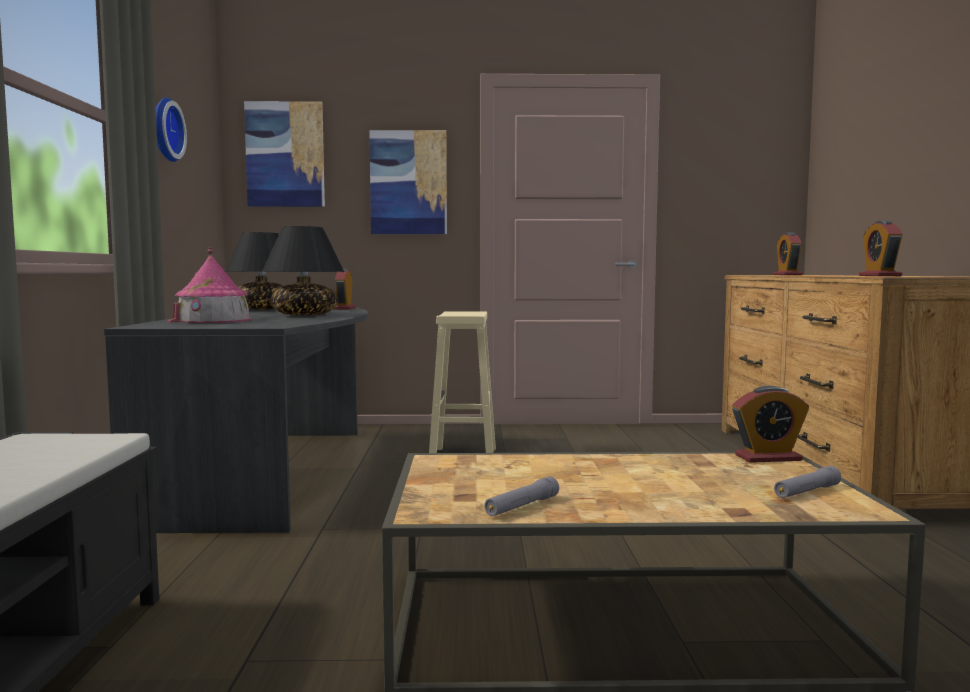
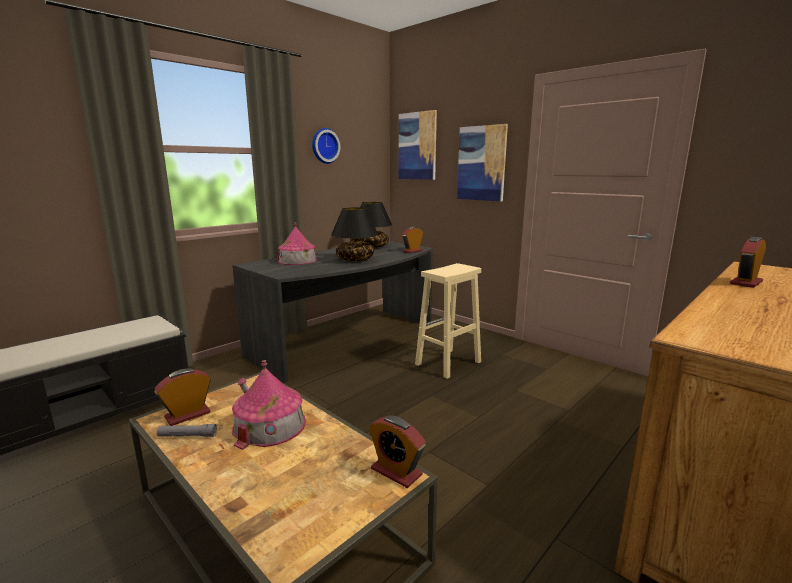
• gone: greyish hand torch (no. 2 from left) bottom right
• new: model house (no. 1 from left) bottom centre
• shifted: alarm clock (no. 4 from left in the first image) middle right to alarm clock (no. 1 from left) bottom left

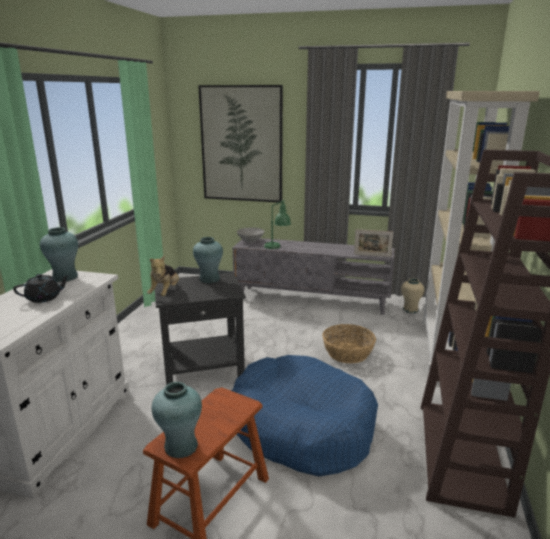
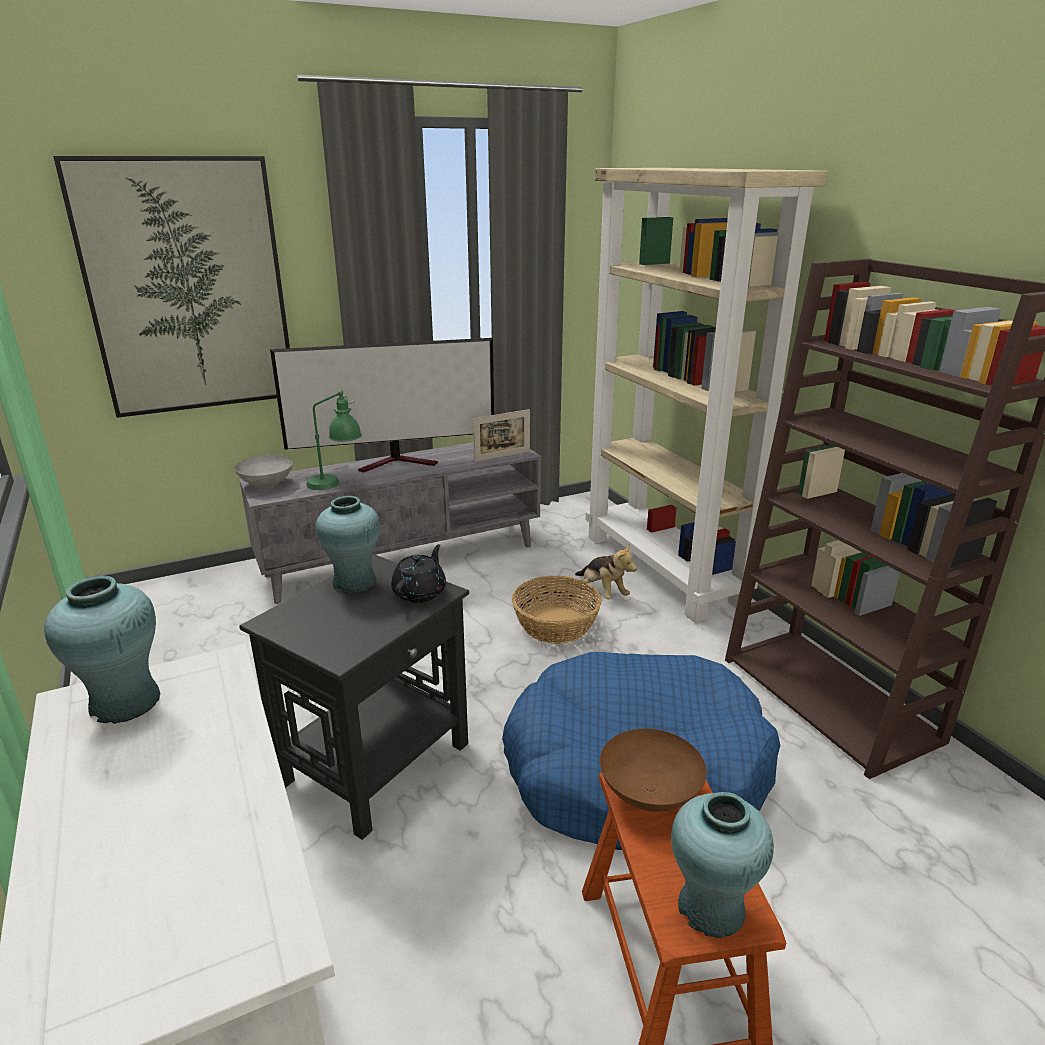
• gone: sand-coloured vase middle right
• new: TV centre
• new: brownish deep dish bottom centre
• shifted: blackish teapot middle left to centre
• shifted: cuddly toy middle left to centre

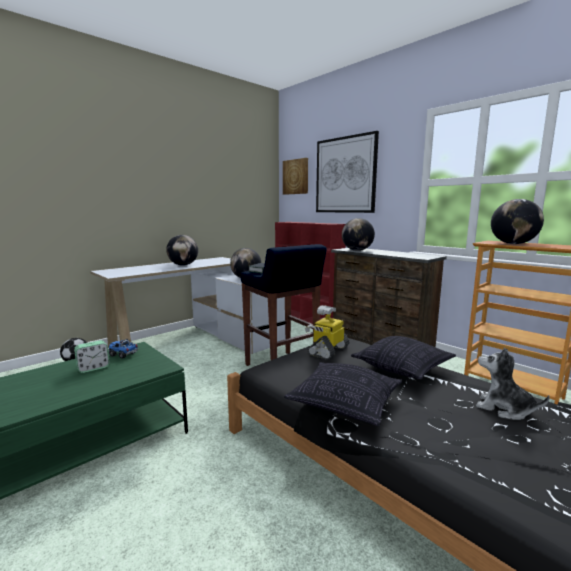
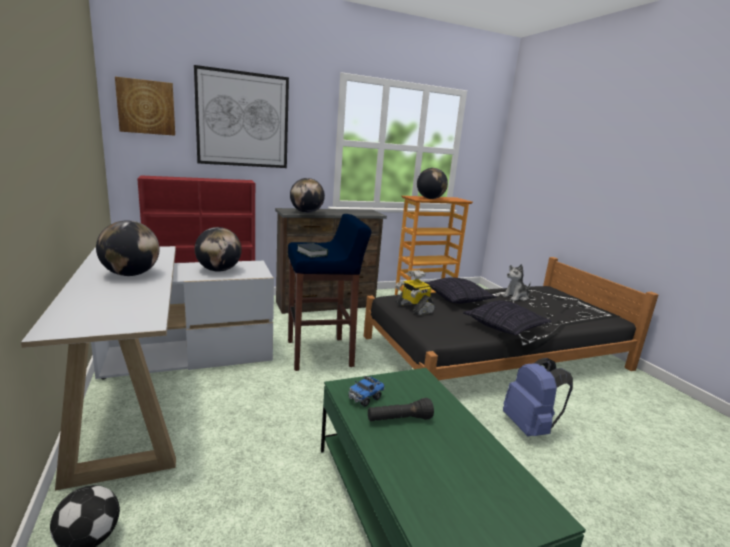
• new: blue-coloured rucksack bottom right
• swapped: alarm clock middle left to blackish hand torch bottom centre

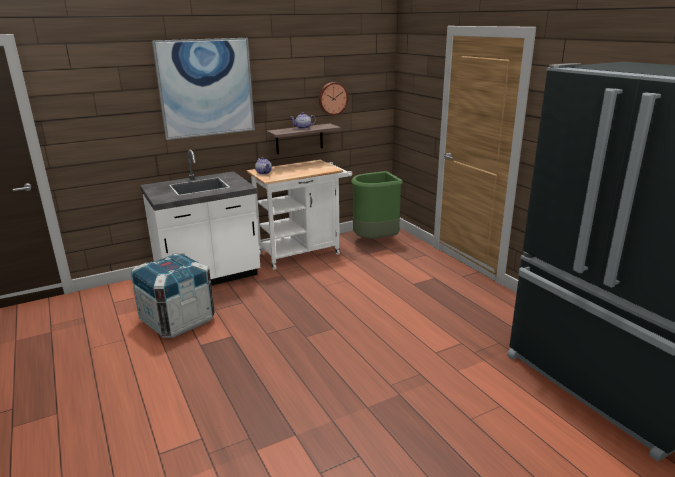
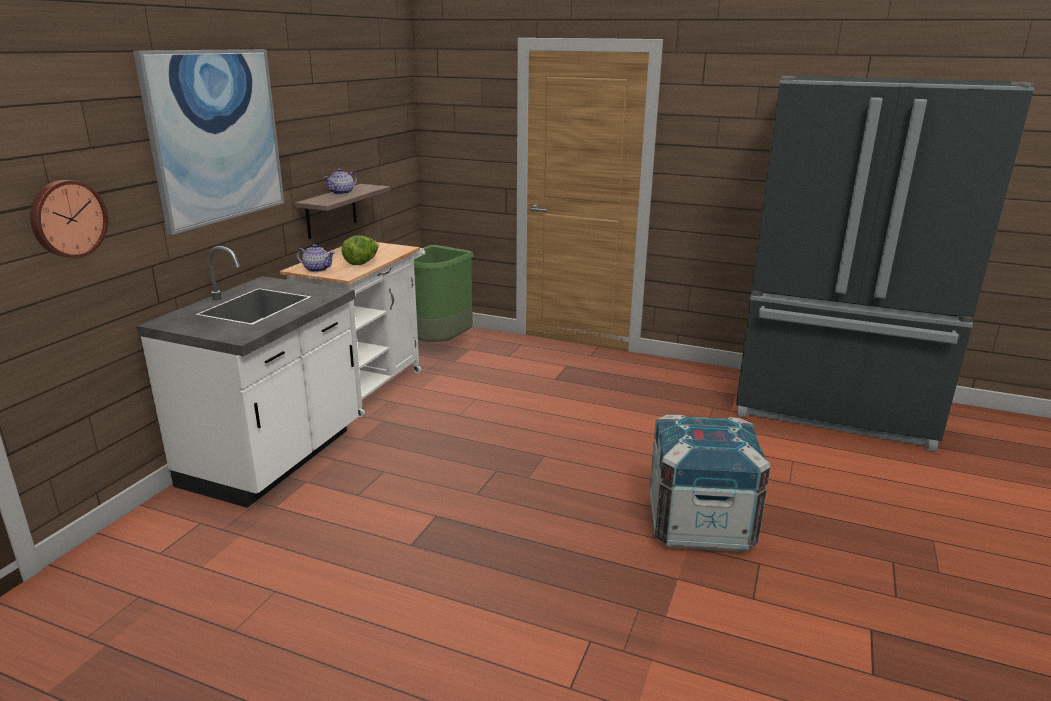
• new: head of lettuce centre
• shifted: shipping crate middle left to bottom right
• shifted: wall clock top centre to top left

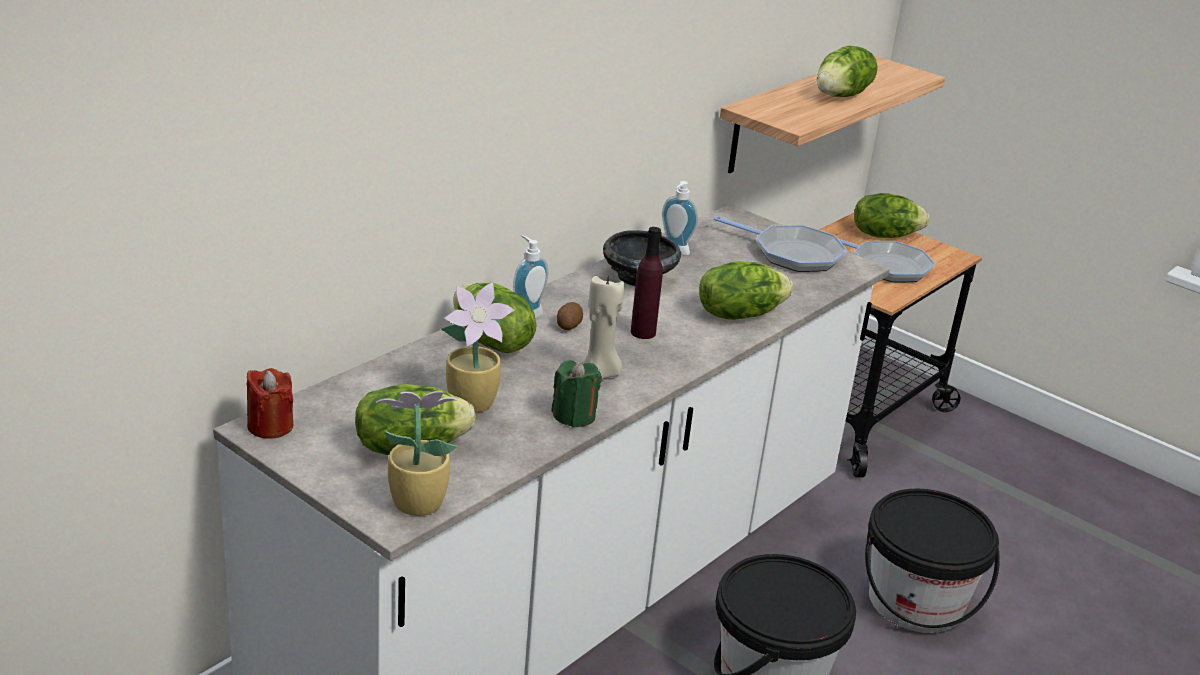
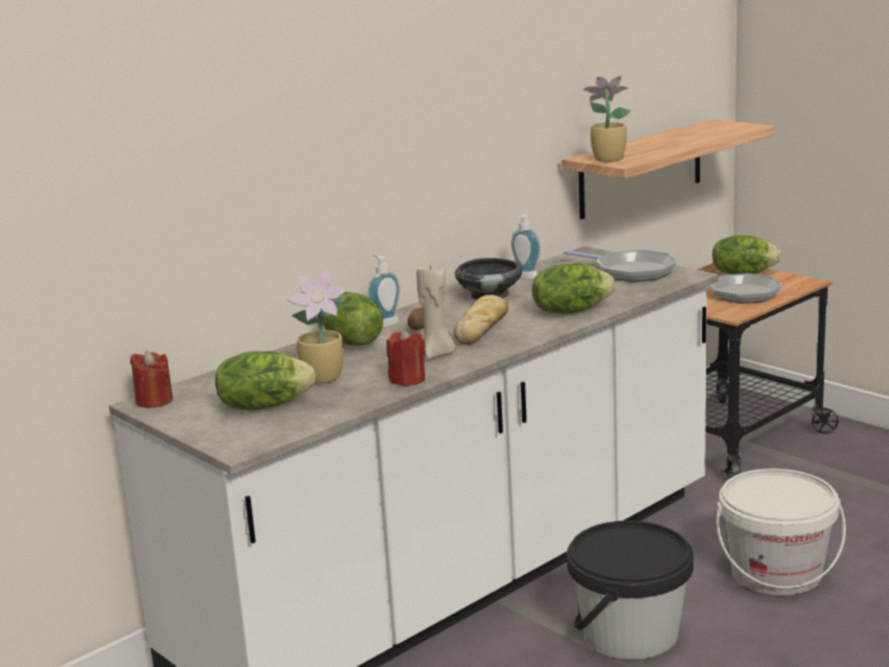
• gone: head of lettuce (no. 4 from left) top right
• shifted: plant in a pot (no. 1 from left in the first image) bottom centre to plant in a pot (no. 2 from left) top right
• swapped: purplish beverage bottle centre to bakery bread centre
• repainted: greenish wax candle centre to red-coloured wax candle (no. 2 from left) centre
• repainted: blackish bucket (no. 2 from left) bottom right to white bucket bottom right

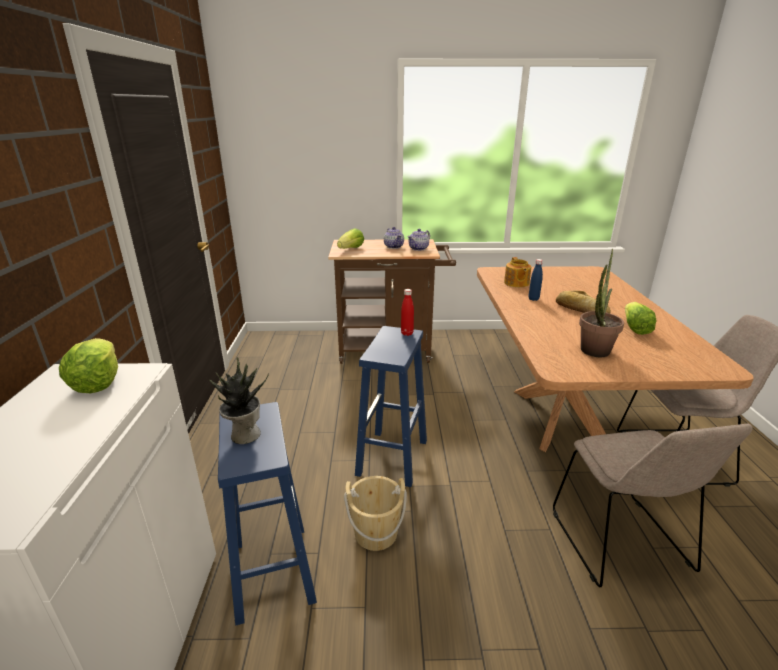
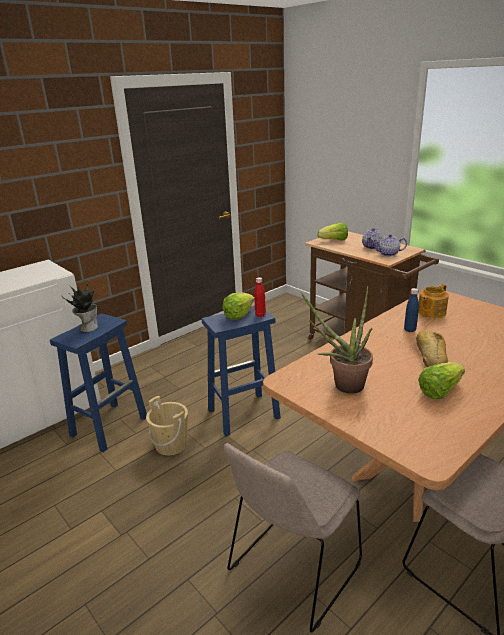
• shifted: head of lettuce (no. 1 from left) middle left to centre

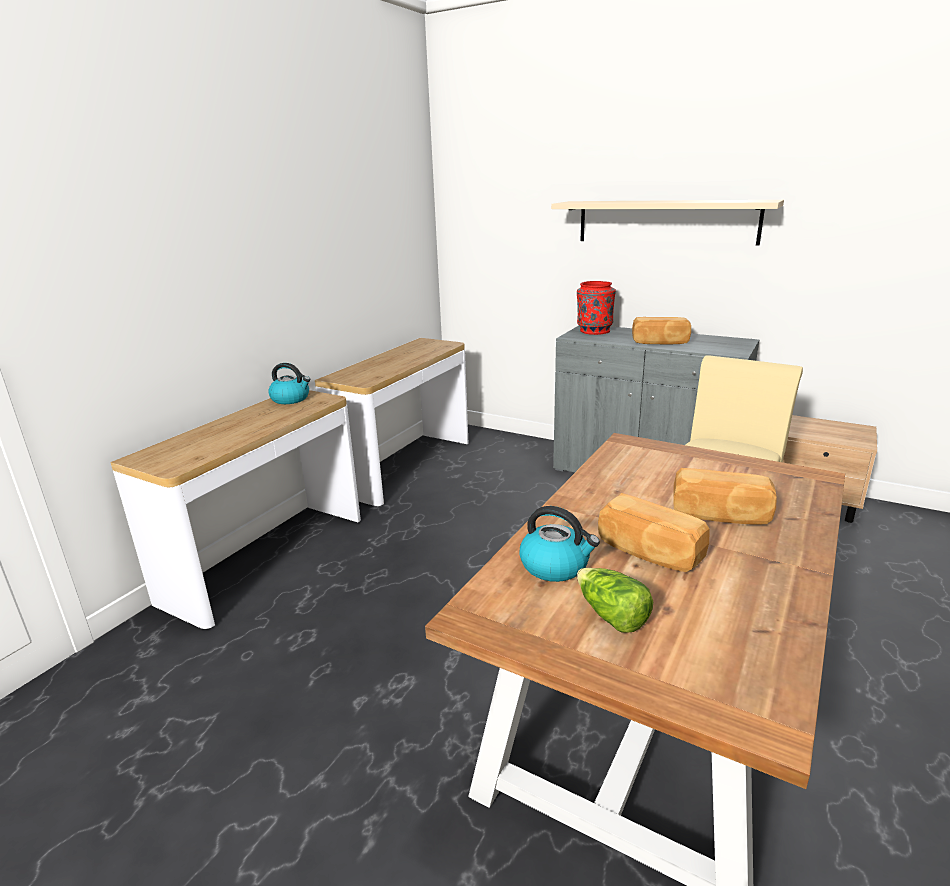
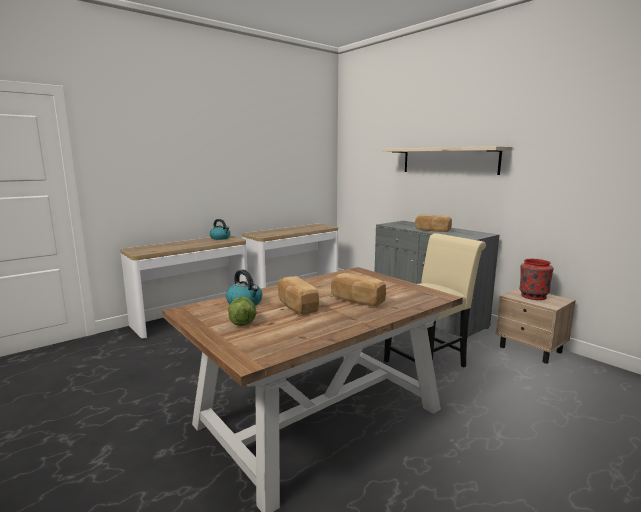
• shifted: red-coloured vase centre to middle right

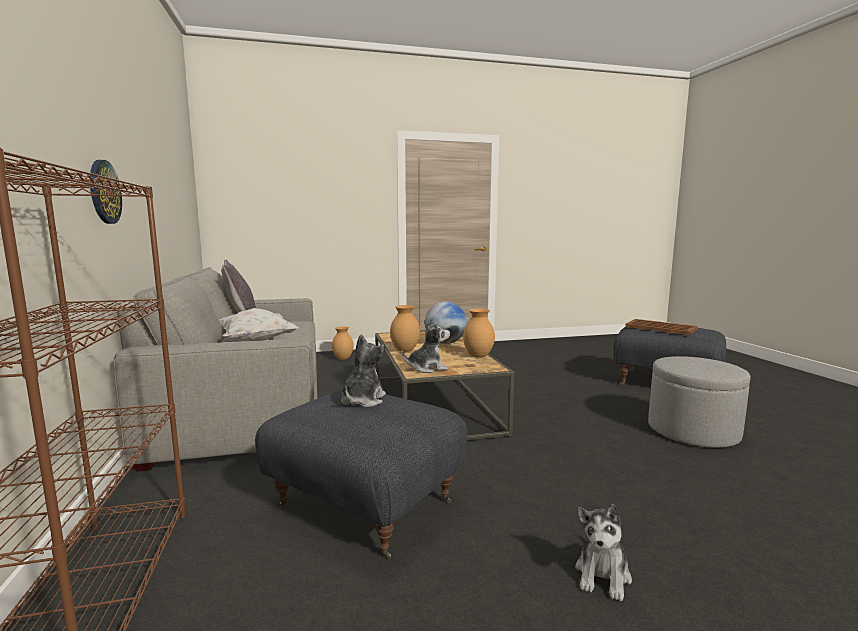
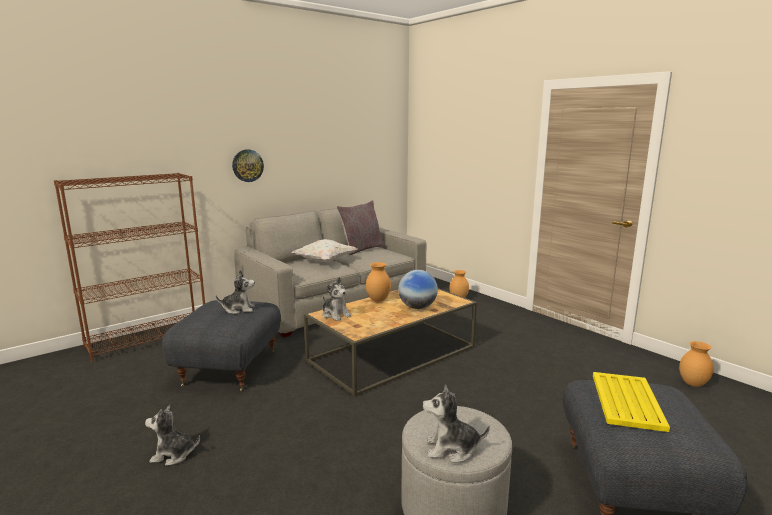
• new: cuddly toy (no. 4 from left) bottom centre
• shifted: brownish vase (no. 3 from left) centre to bottom right
• repainted: brownish carrying tray middle right to yellow-coloured carrying tray bottom right

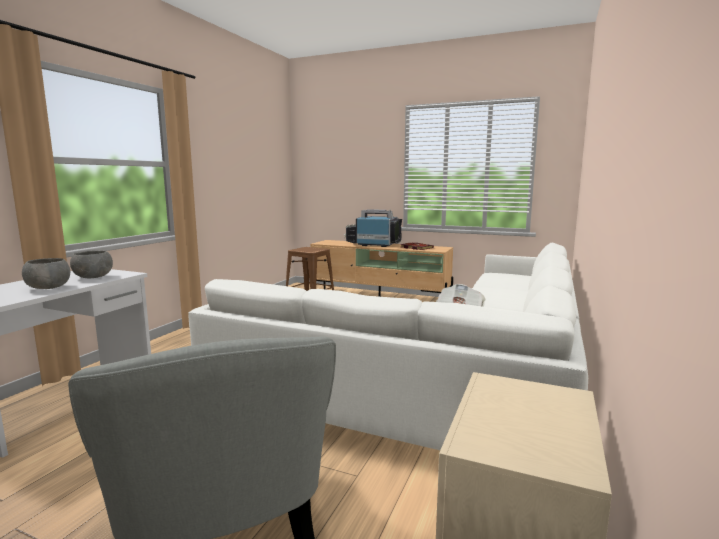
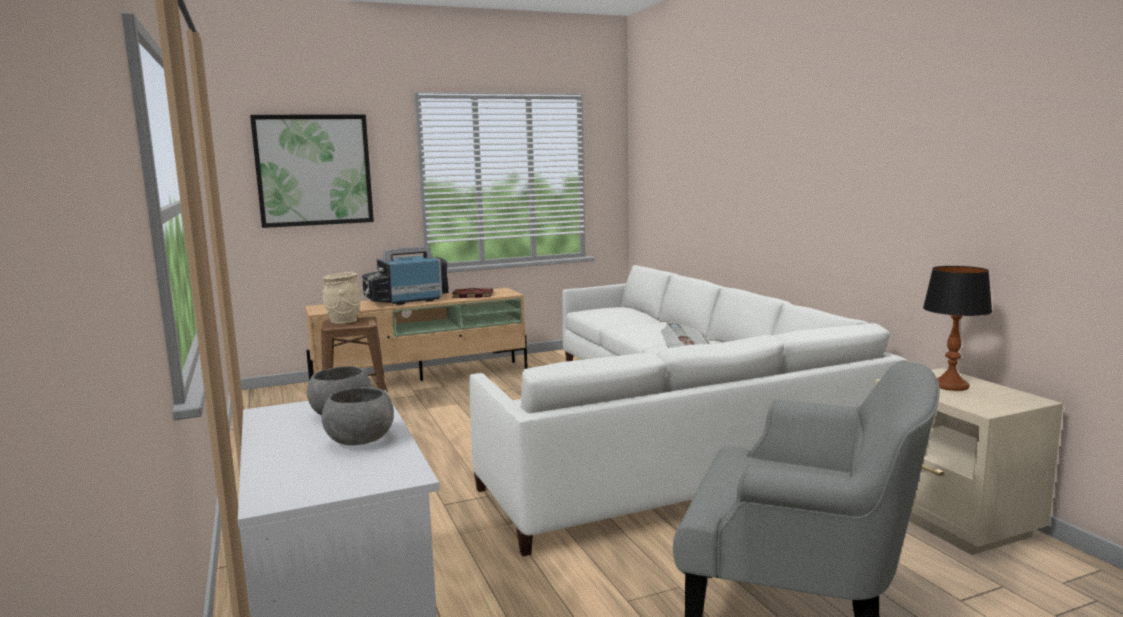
• new: picture top left
• new: sand-coloured vase middle left
• new: tabletop lamp middle right

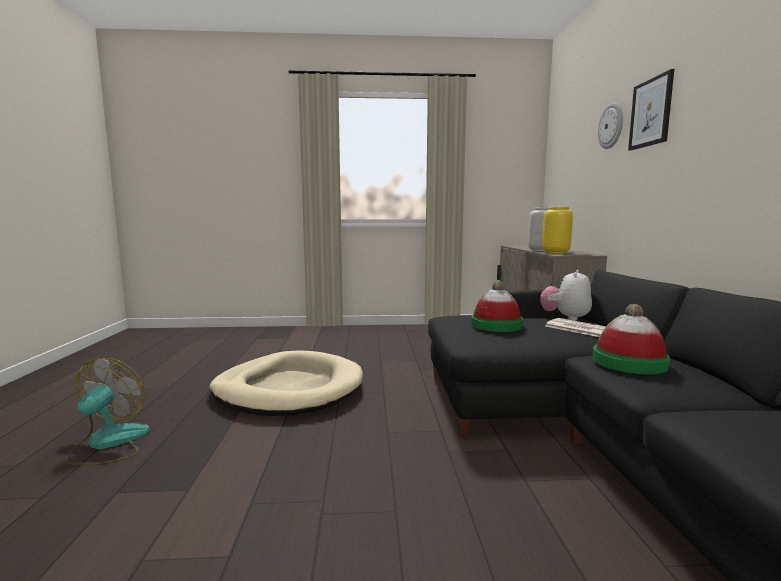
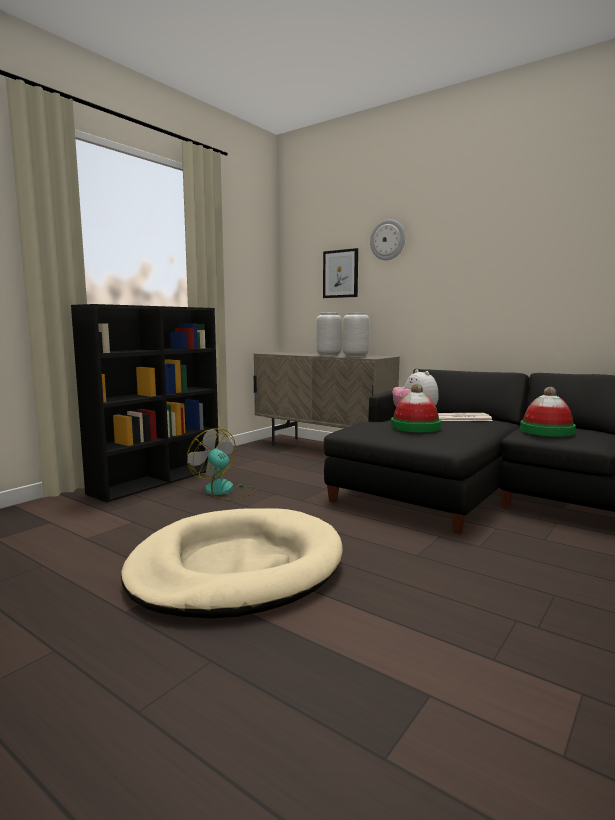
• new: blackish shelving unit middle left
• shifted: electric fan bottom left to centre
• shifted: picture top right to top centre
• repainted: yellow-coloured vase middle right to greyish vase (no. 2 from left) centre

